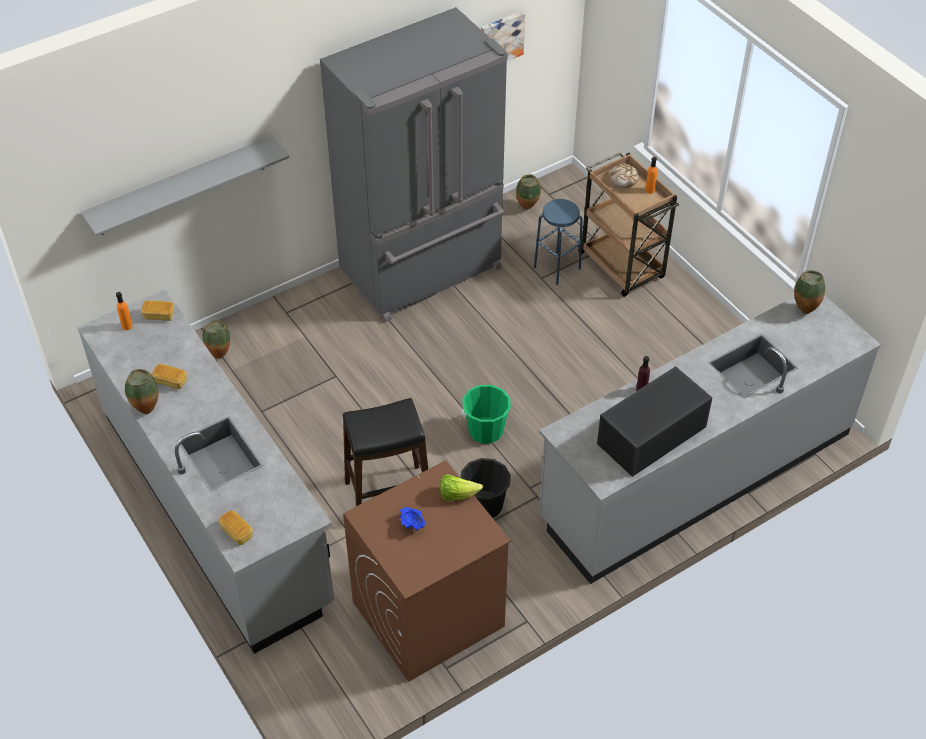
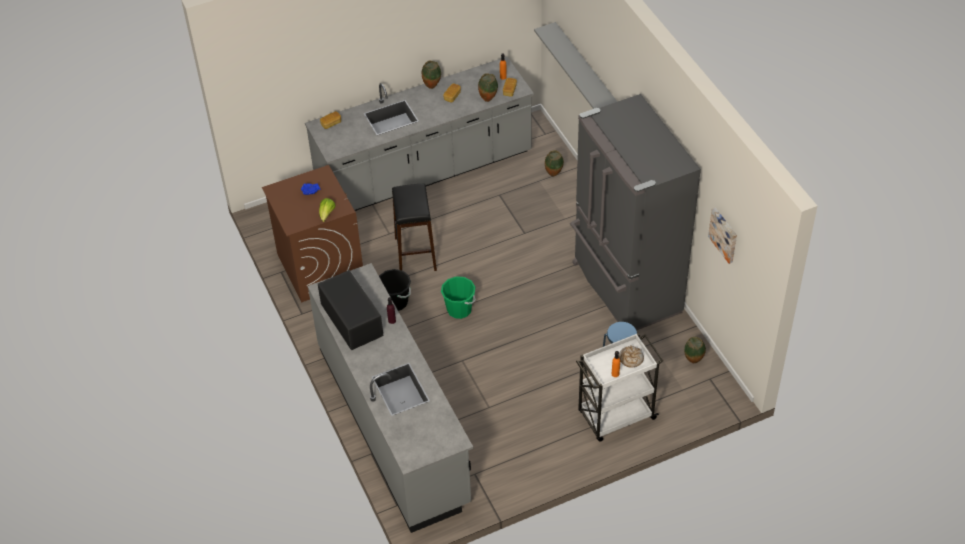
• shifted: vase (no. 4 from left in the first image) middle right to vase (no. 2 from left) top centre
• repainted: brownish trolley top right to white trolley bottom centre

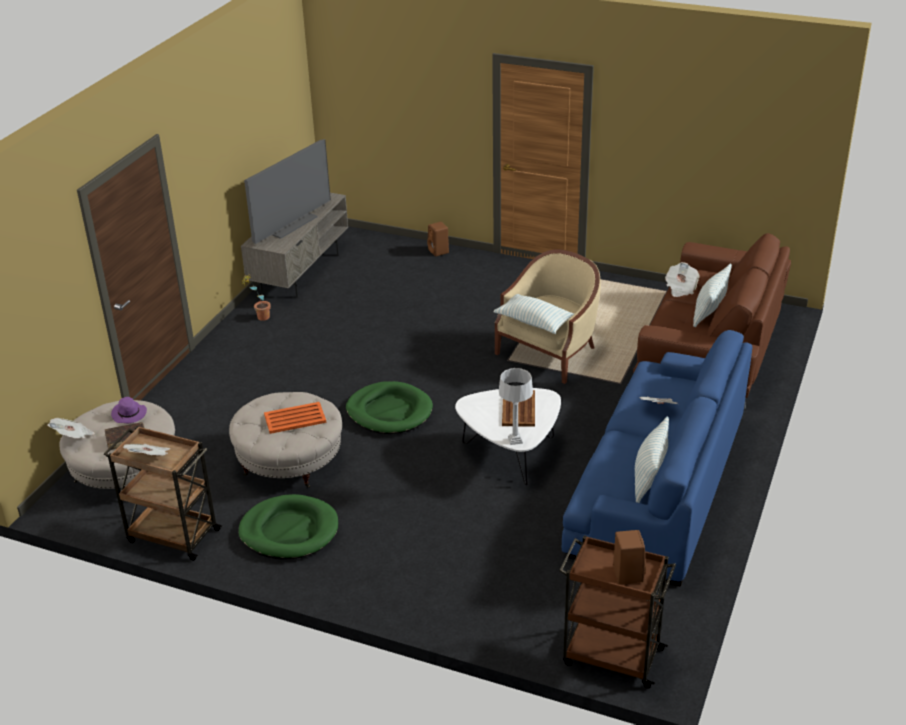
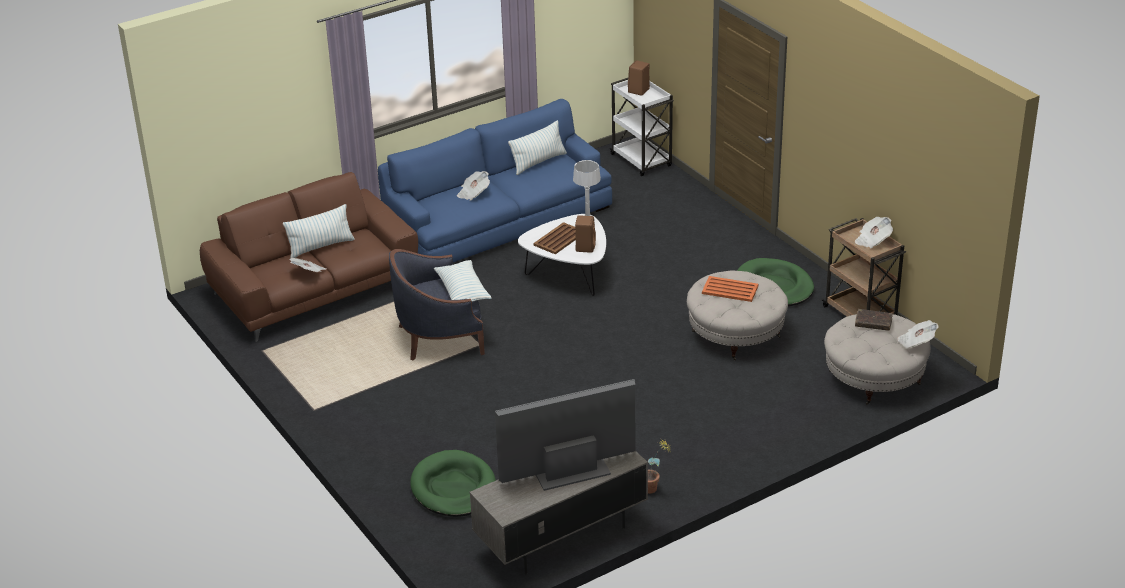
• gone: purplish hat middle left
• shifted: greenish pet bed (no. 2 from left in the first image) centre to greenish pet bed (no. 1 from left) bottom centre
• shifted: brownish audio speaker (no. 1 from left) top centre to centre
• repainted: sand-coloured easy chair centre to blue-coloured easy chair centre
• repainted: brownish trolley (no. 2 from left) bottom right to white trolley top centre

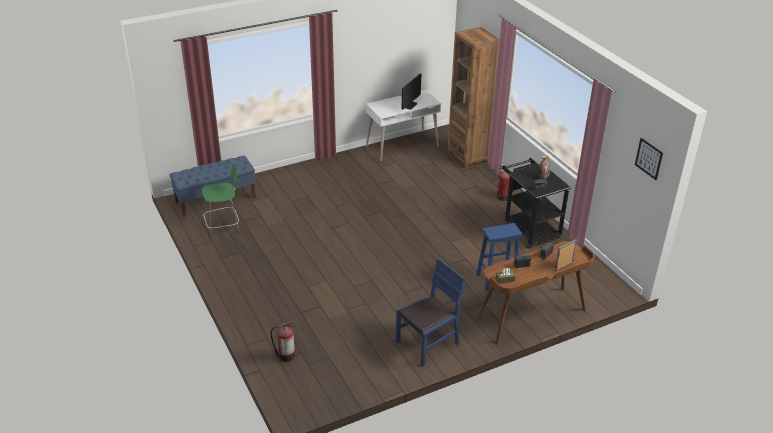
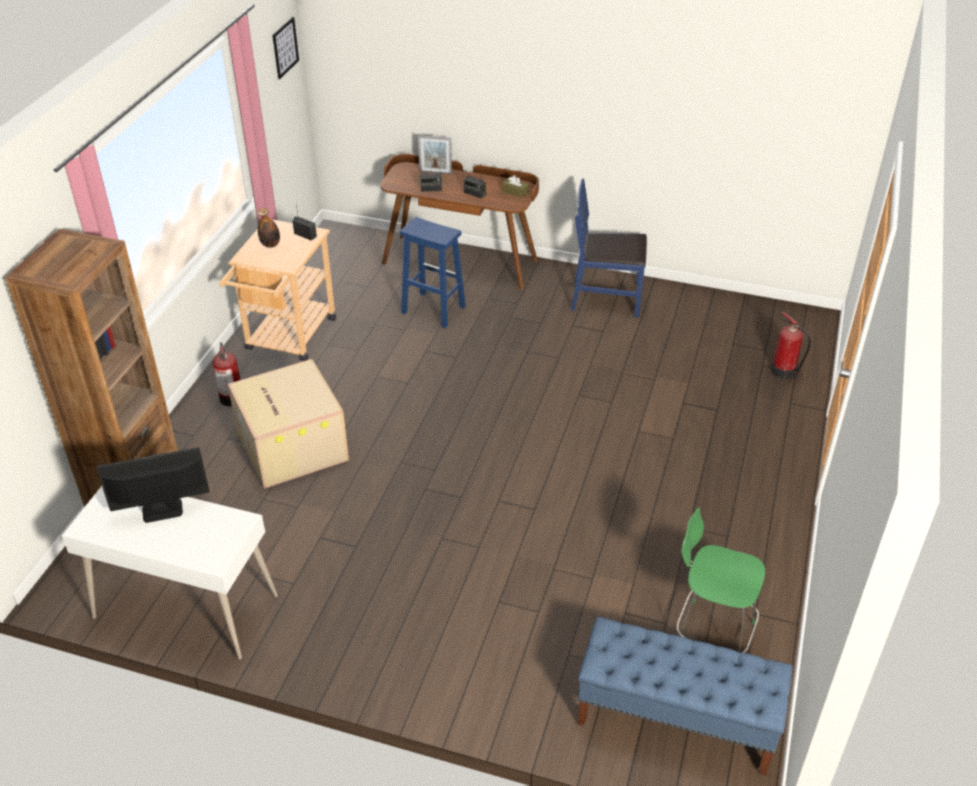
• new: cardboard box middle left
• repainted: blackish trolley middle right to sand-coloured trolley middle left

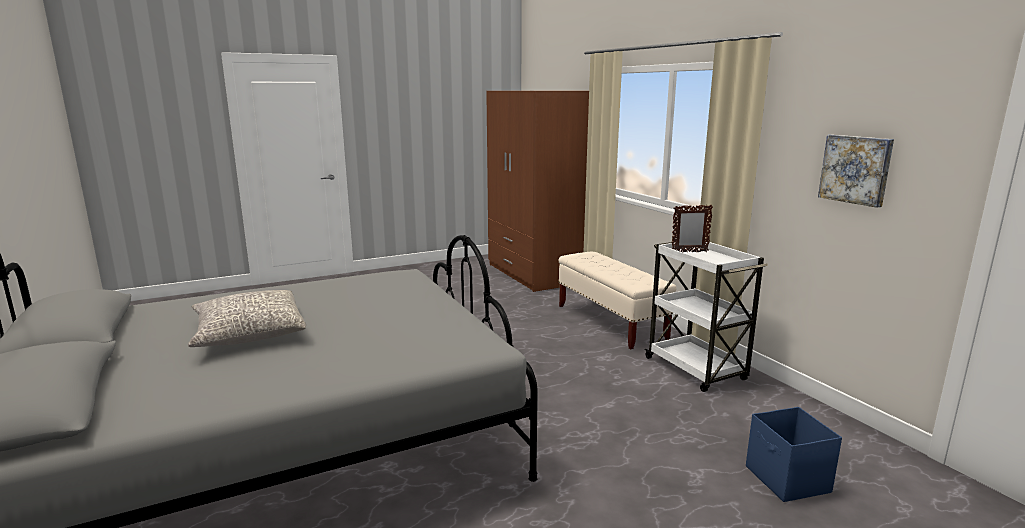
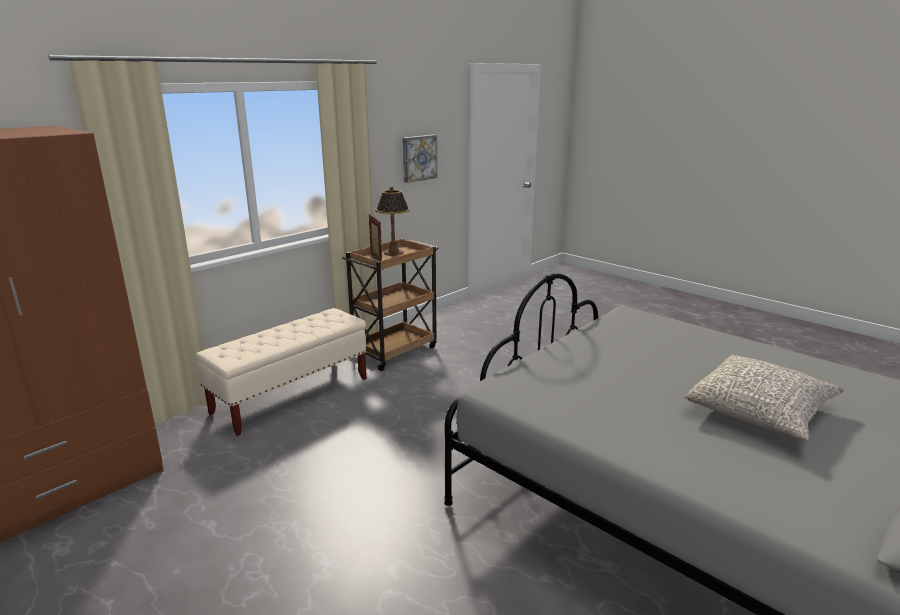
• gone: blue-coloured storage bin bottom right
• new: tabletop lamp centre
• repainted: white trolley middle right to brownish trolley centre

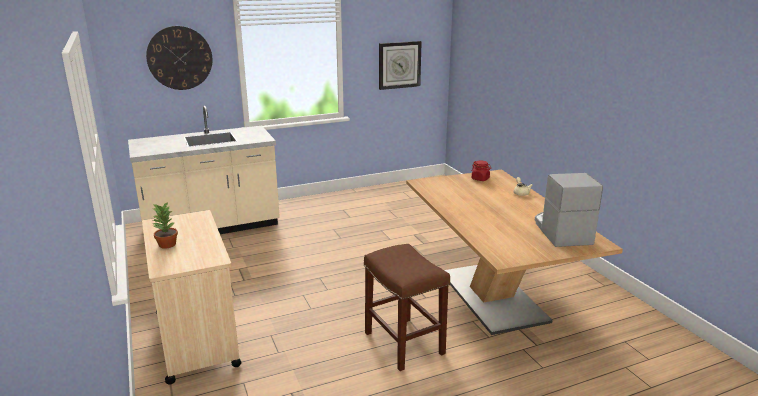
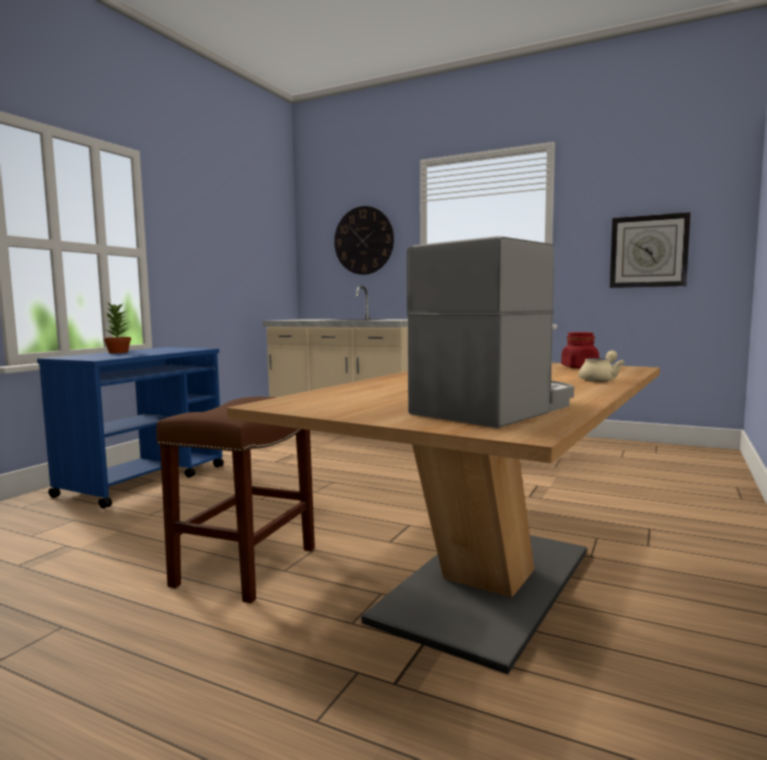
• repainted: sand-coloured trolley bottom left to blue-coloured trolley middle left

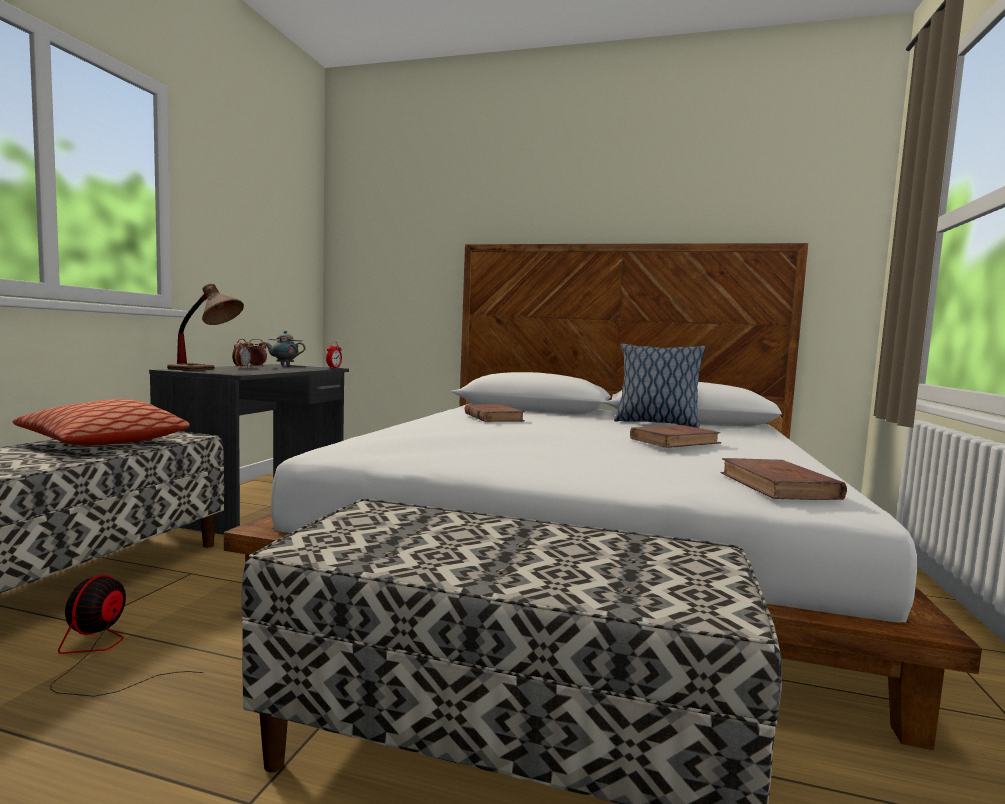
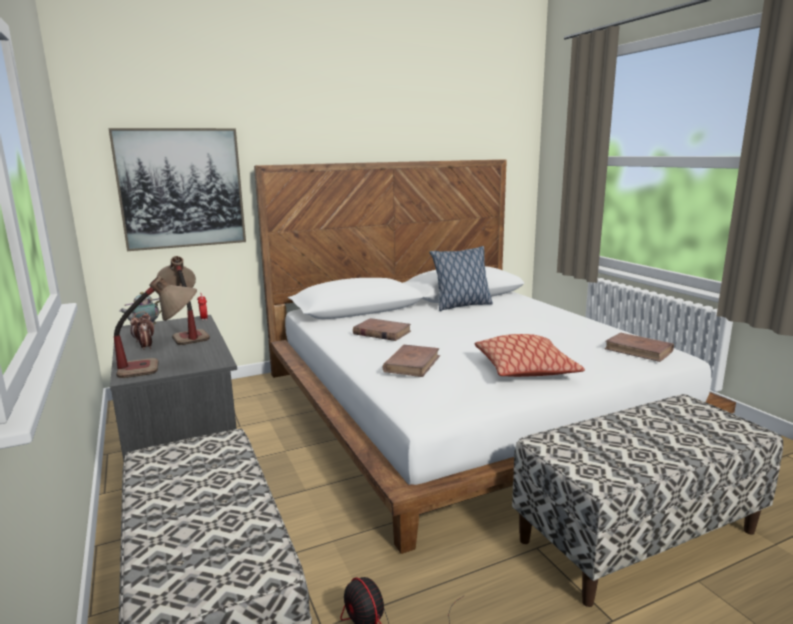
• new: picture top left
• new: tabletop lamp (no. 2 from left) middle left
• shifted: cushion (no. 1 from left in the first image) middle left to cushion (no. 2 from left) middle right
• shifted: brownish bound book (no. 2 from left) middle right to centre

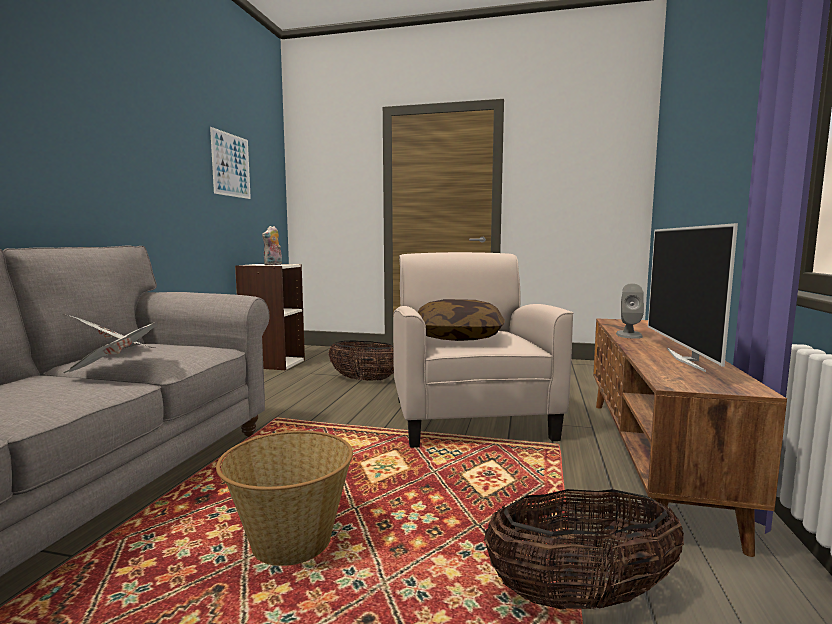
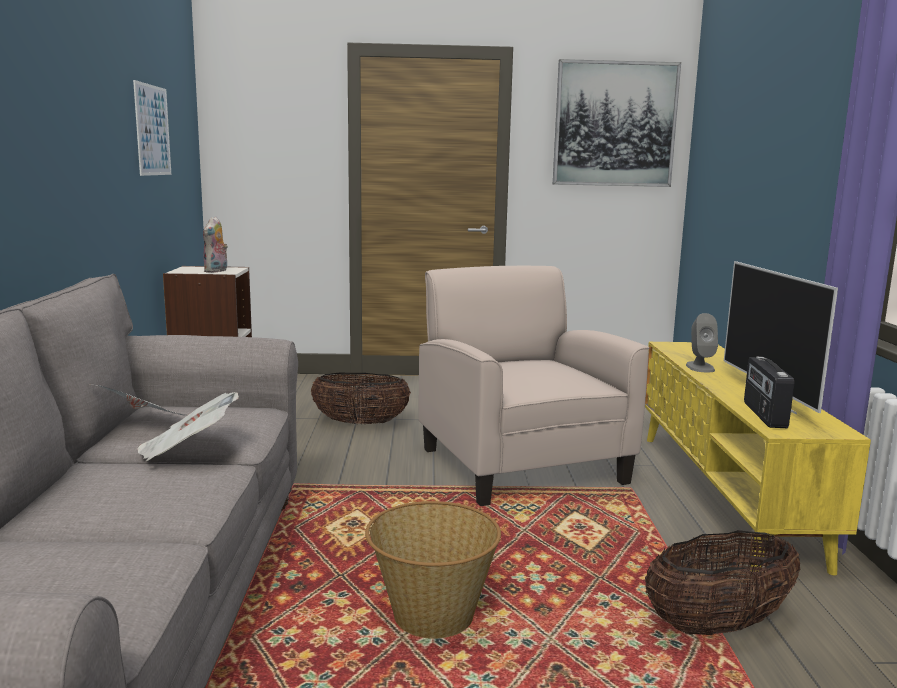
• gone: cushion centre
• new: picture (no. 2 from left) top right
• new: radio middle right
• repainted: brownish tv unit bottom right to yellow-coloured tv unit middle right

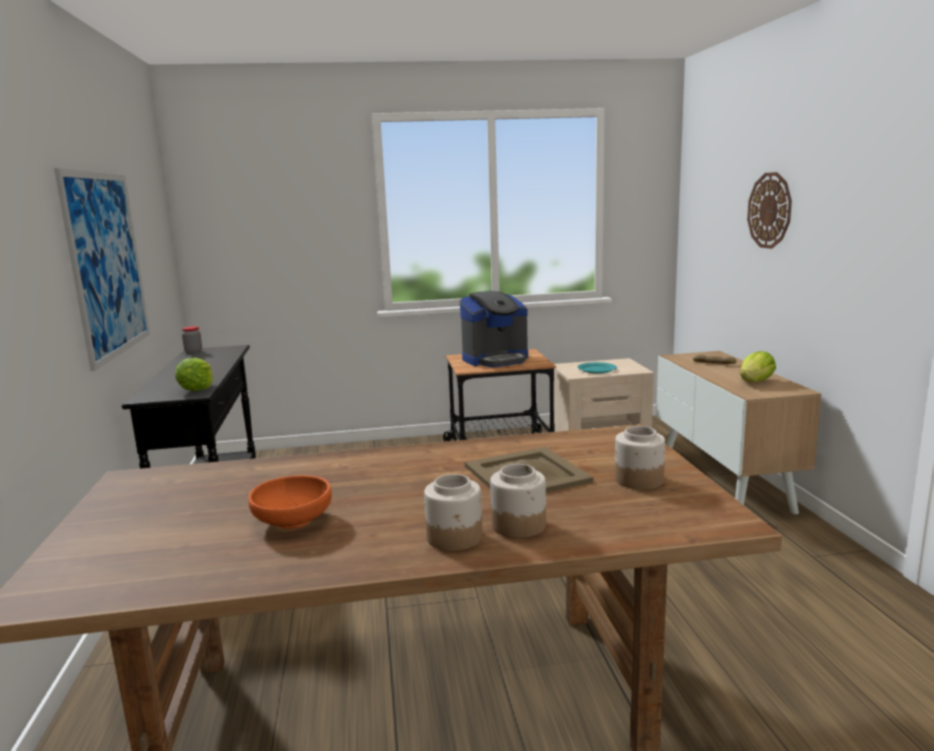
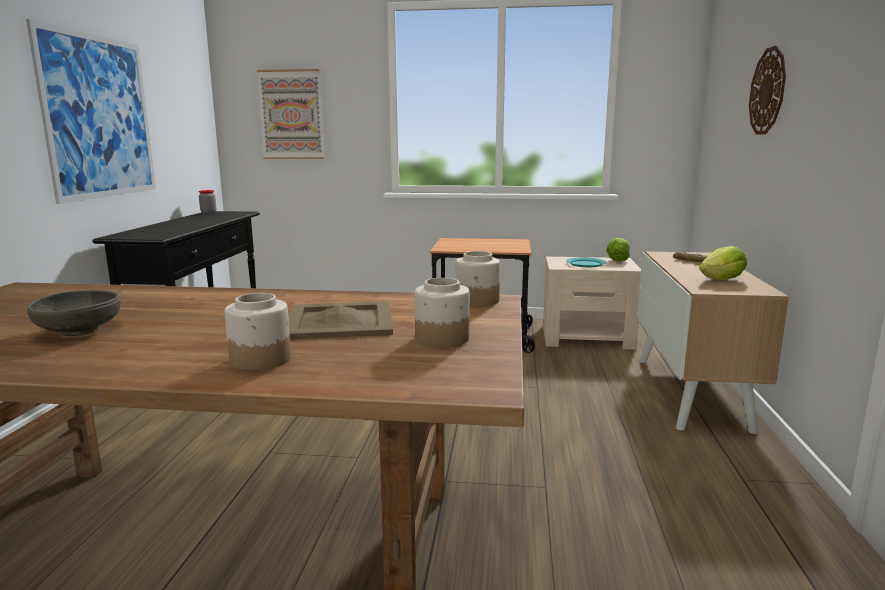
• gone: coffee machine centre
• new: picture (no. 2 from left) top left
• shifted: head of lettuce (no. 1 from left) middle left to middle right
• shifted: jar (no. 2 from left in the first image) bottom centre to jar (no. 4 from left) centre
• repainted: orange-coloured deep dish bottom left to greyish deep dish middle left

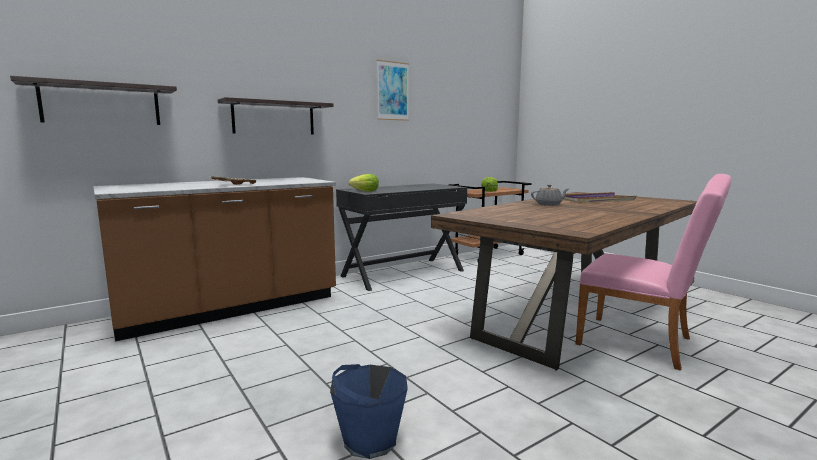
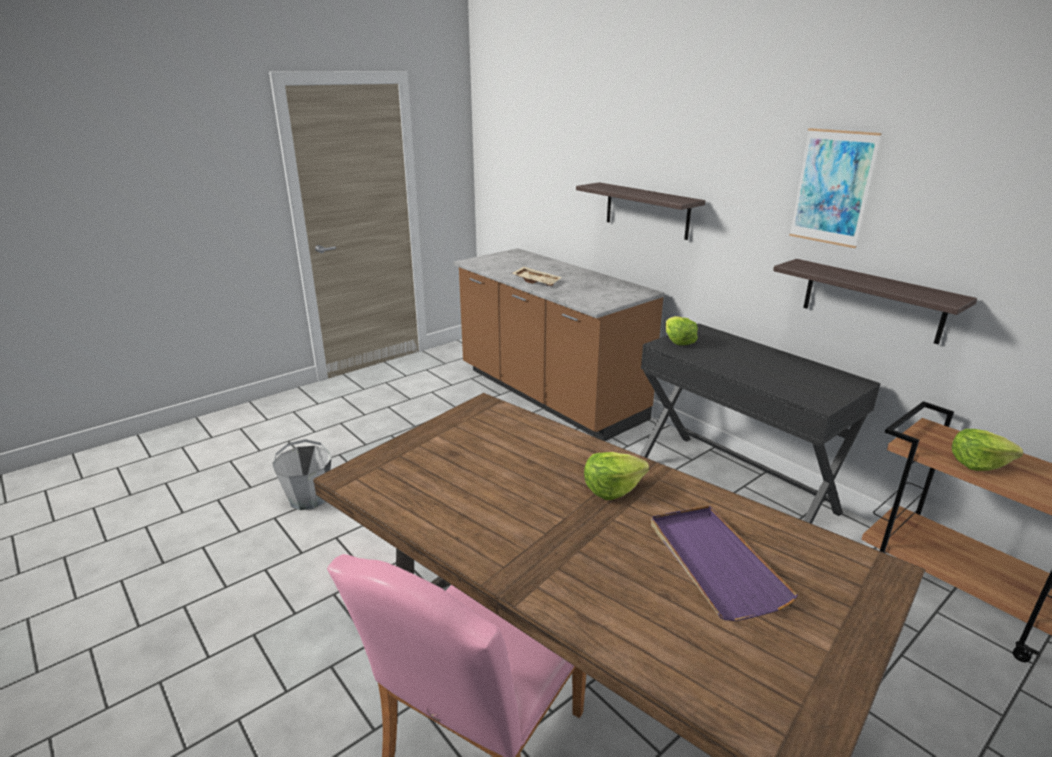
• shifted: bracket shelf (no. 1 from left in the first image) top left to bracket shelf (no. 2 from left) middle right
• swapped: greyish teapot middle right to head of lettuce (no. 1 from left) centre
• repainted: blue-coloured bucket bottom centre to greyish bucket middle left

